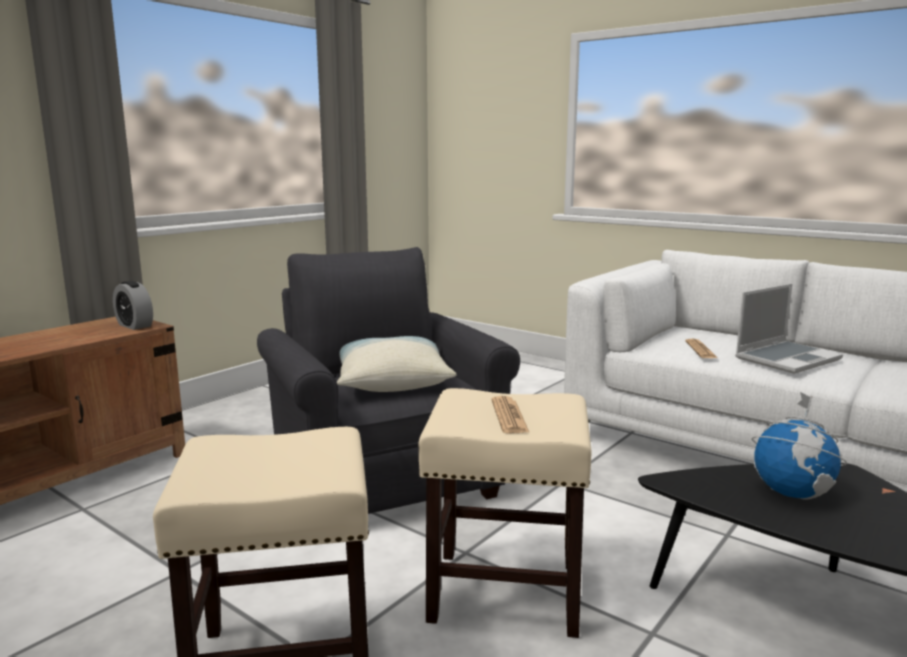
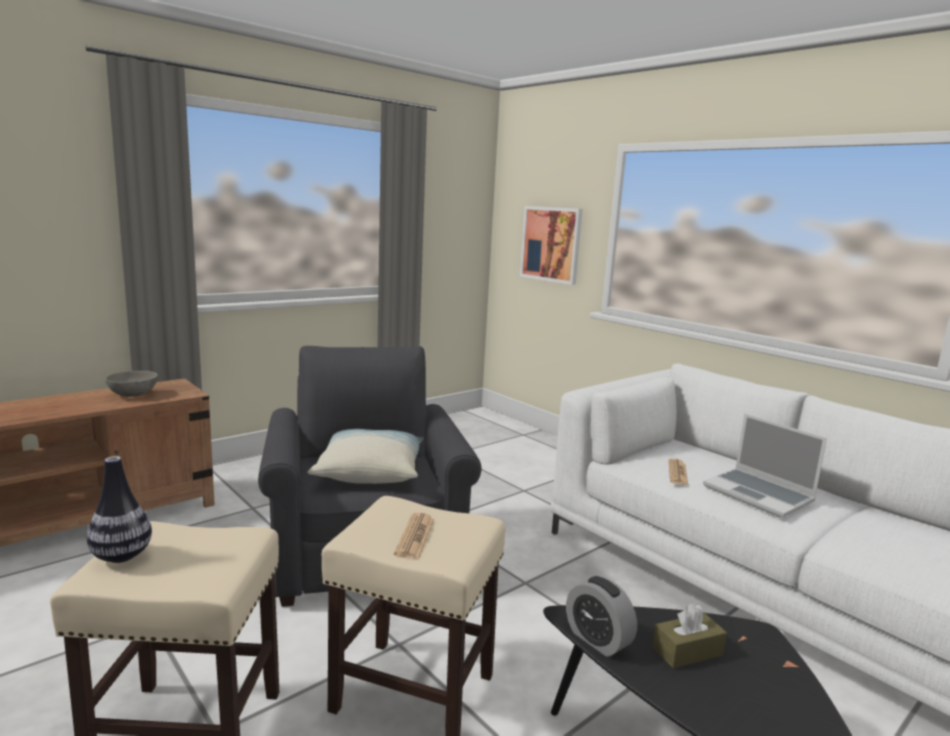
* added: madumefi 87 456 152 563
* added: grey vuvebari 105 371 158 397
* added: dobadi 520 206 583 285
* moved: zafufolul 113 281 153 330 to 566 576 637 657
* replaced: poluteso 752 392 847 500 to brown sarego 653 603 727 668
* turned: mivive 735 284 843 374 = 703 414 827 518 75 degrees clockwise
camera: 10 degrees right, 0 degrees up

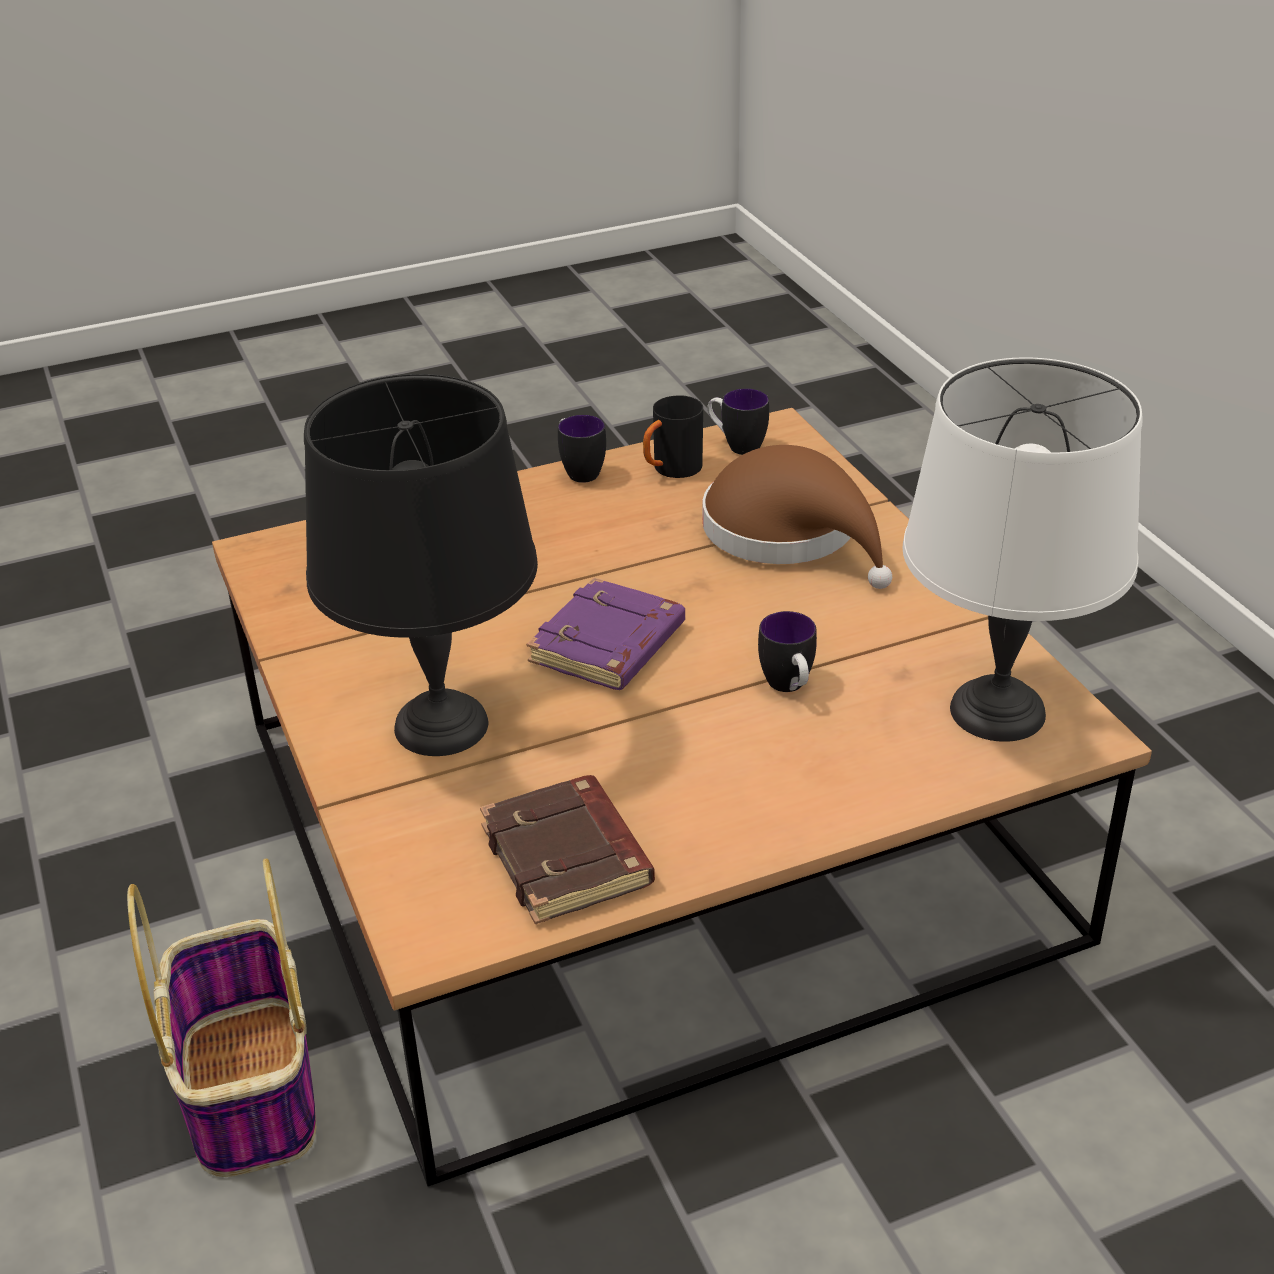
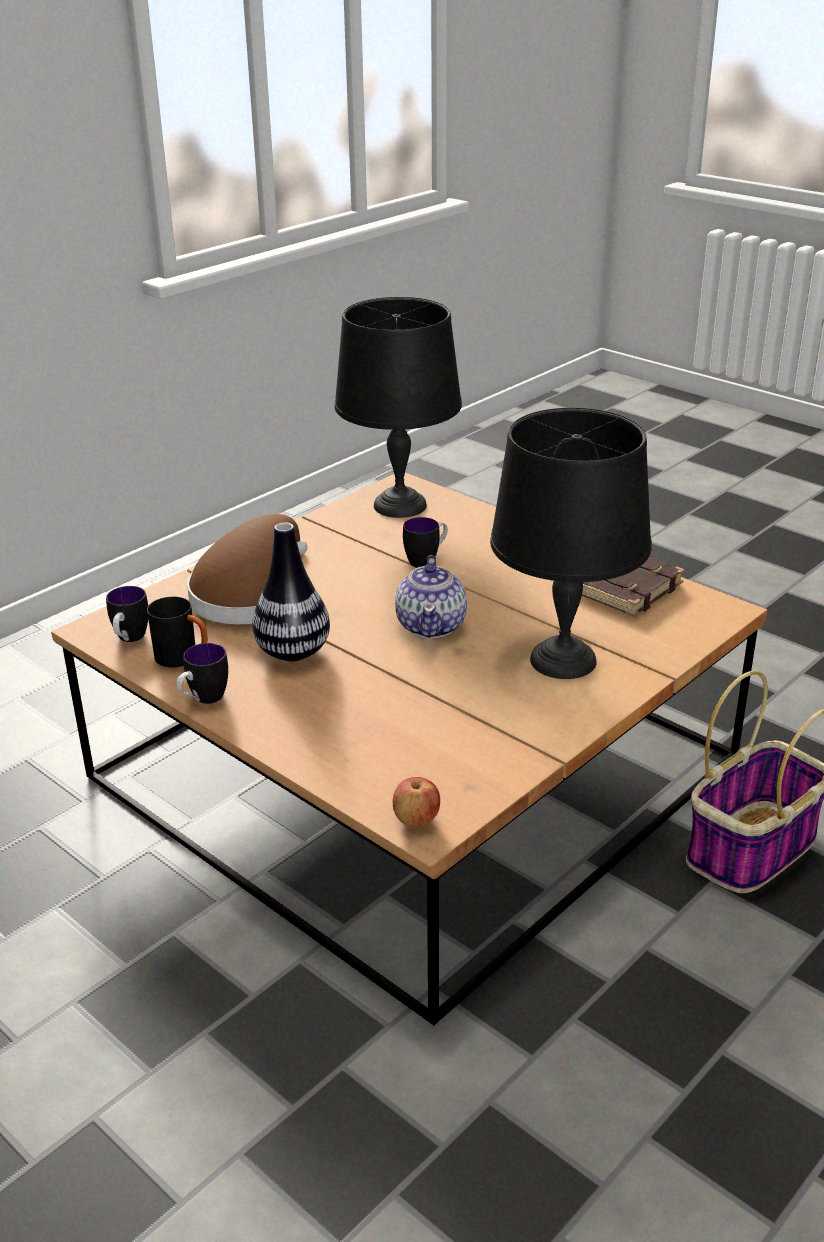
* added: madumefi 252 522 330 661
* recoloured: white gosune 903 357 1142 742 to black gosune 335 297 462 518
* added: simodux 393 777 440 827
* replaced: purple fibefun 527 577 685 690 to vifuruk 395 555 467 638
camera: 115 degrees left, 5 degrees down

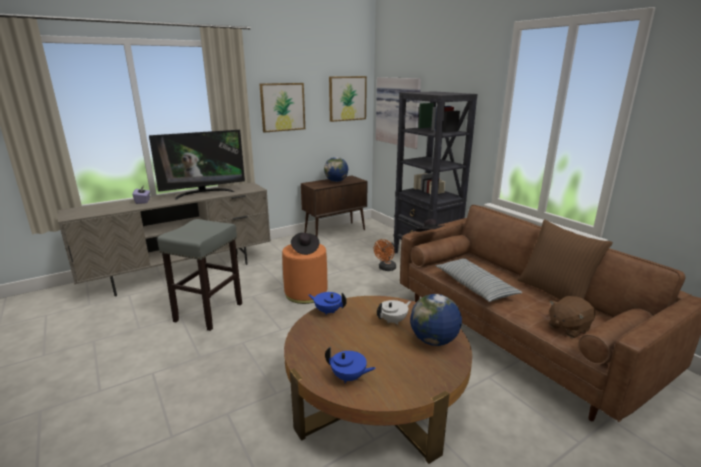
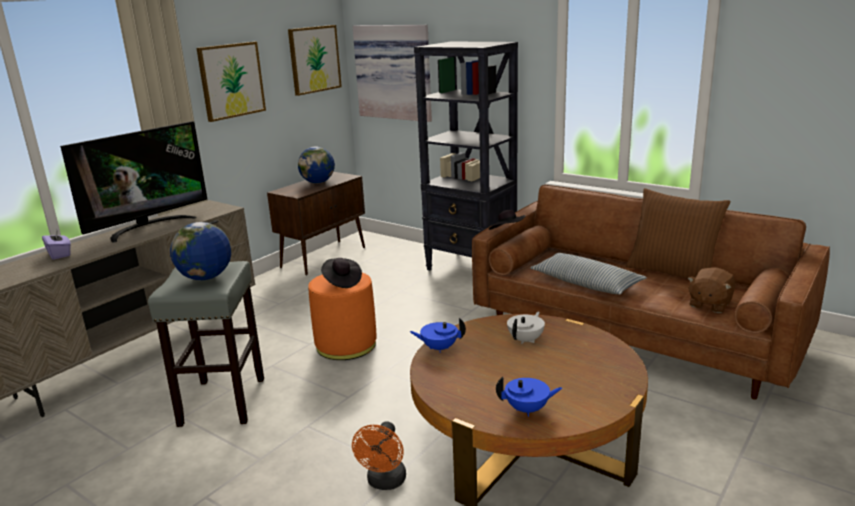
* moved: poluteso 410 294 462 346 to 170 222 231 280
* moved: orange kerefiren 374 239 396 271 to 352 421 406 490
camera: 20 degrees left, 0 degrees up

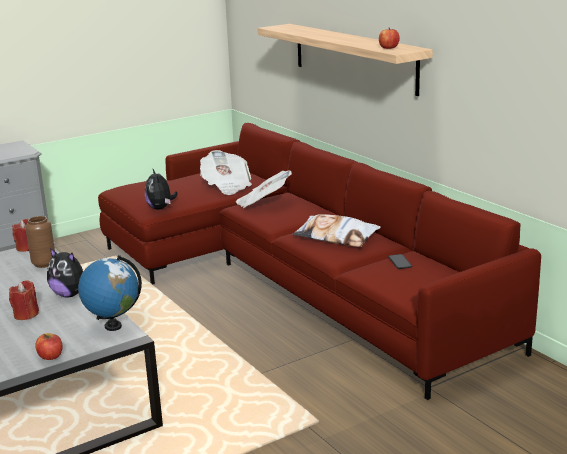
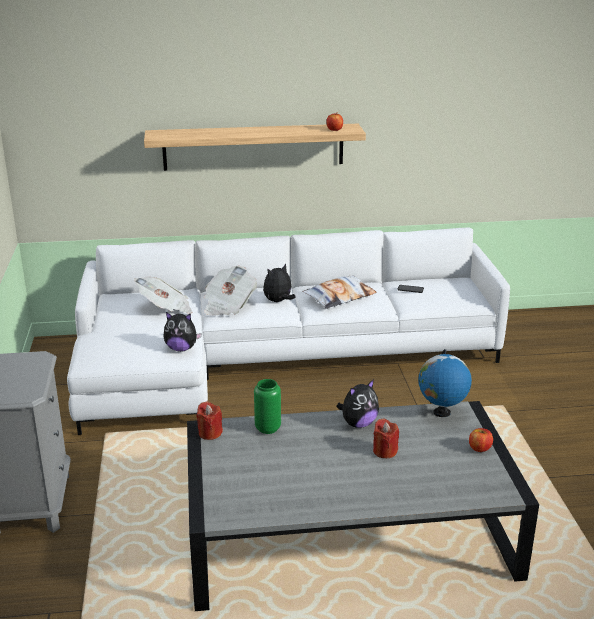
* recoloured: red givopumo 98 123 541 400 to white givopumo 67 228 510 435
* recoloured: brown madumefi 26 216 55 268 to green madumefi 254 379 281 434
* added: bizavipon 263 263 295 302
camera: 65 degrees left, 5 degrees up

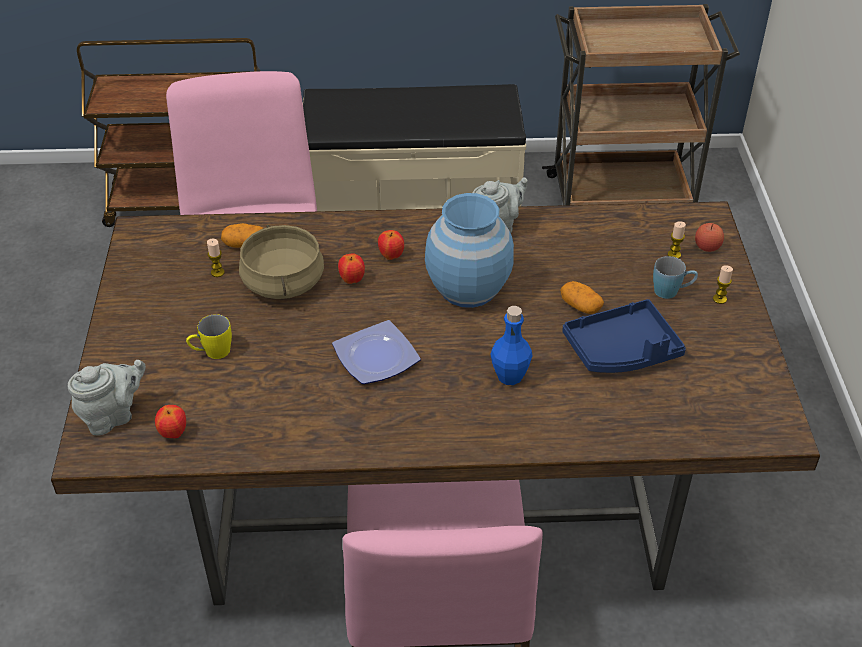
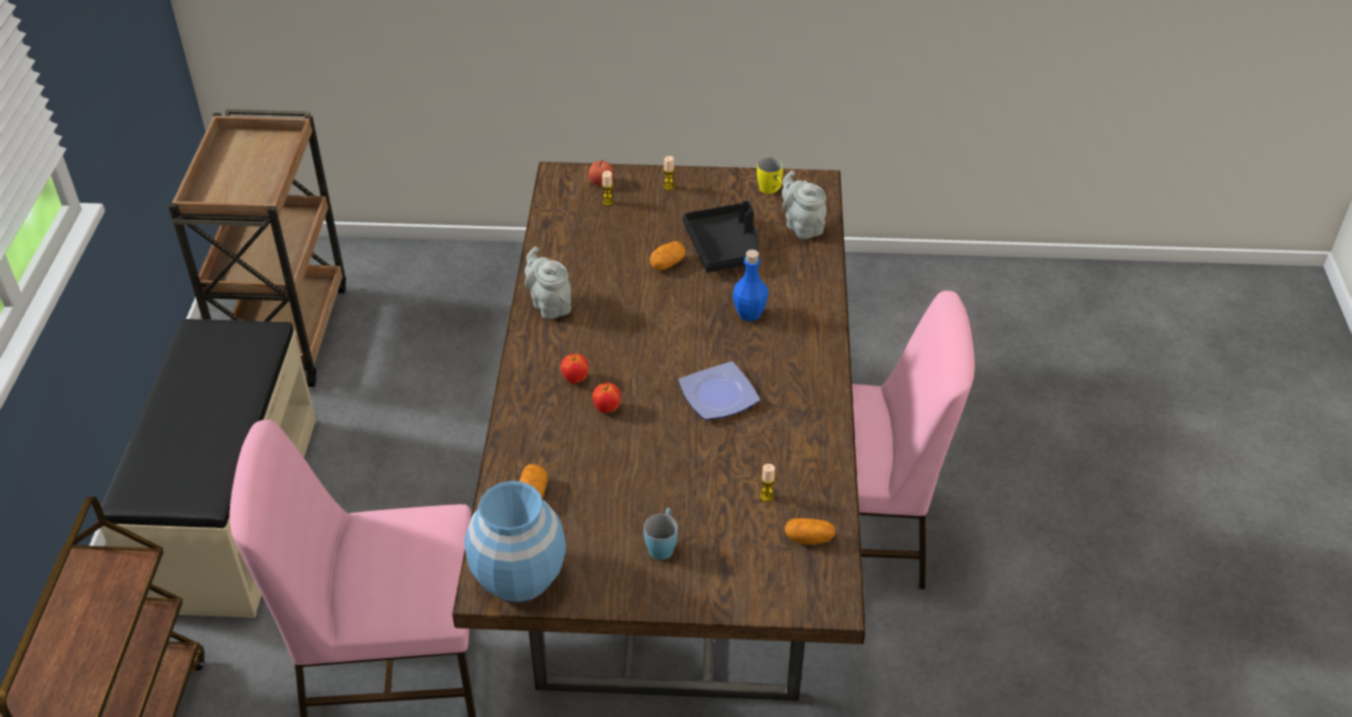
* moved: blue madumefi 425 193 514 308 to 464 481 566 603
* moved: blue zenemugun 653 256 698 299 to 644 508 678 560
* recoloured: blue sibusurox 562 299 686 373 to black sibusurox 683 201 759 273
* moved: yellow zenemugun 186 314 232 359 to 757 157 783 194
* moved: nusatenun 207 239 225 277 to 760 464 776 502
* moved: grey vifuruk 67 360 146 435 to 782 170 827 239
* replaced: simodux 155 405 186 438 to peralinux 785 518 835 545
* removed: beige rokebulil 239 225 324 299
camera: 85 degrees left, 0 degrees up

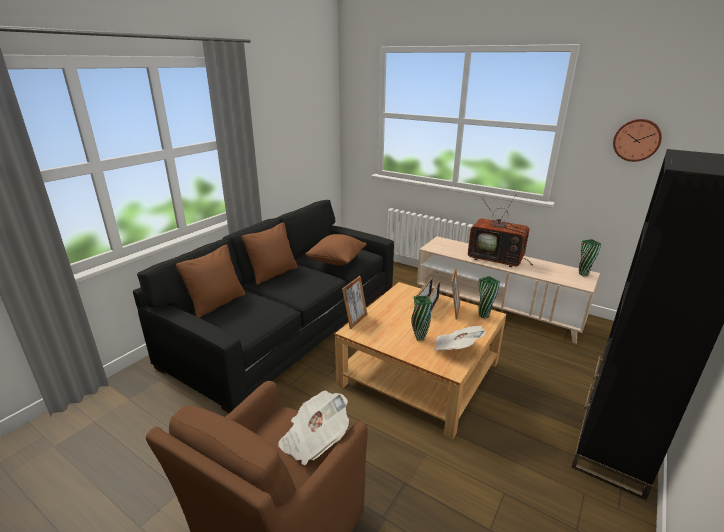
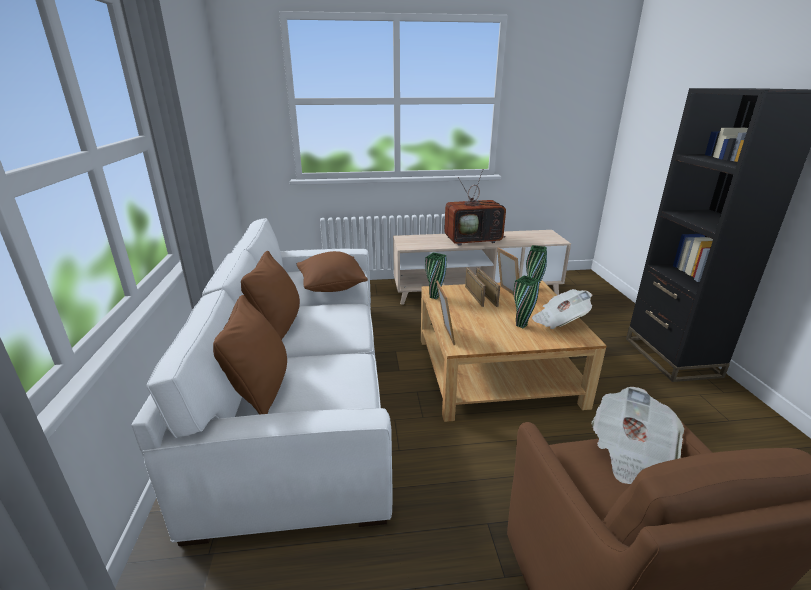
* recoloured: black givopumo 133 200 394 413 to white givopumo 131 218 393 546
* moved: green madumefi 579 239 601 277 to 425 252 447 299
* removed: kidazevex 613 119 662 162
camera: 40 degrees left, 0 degrees up

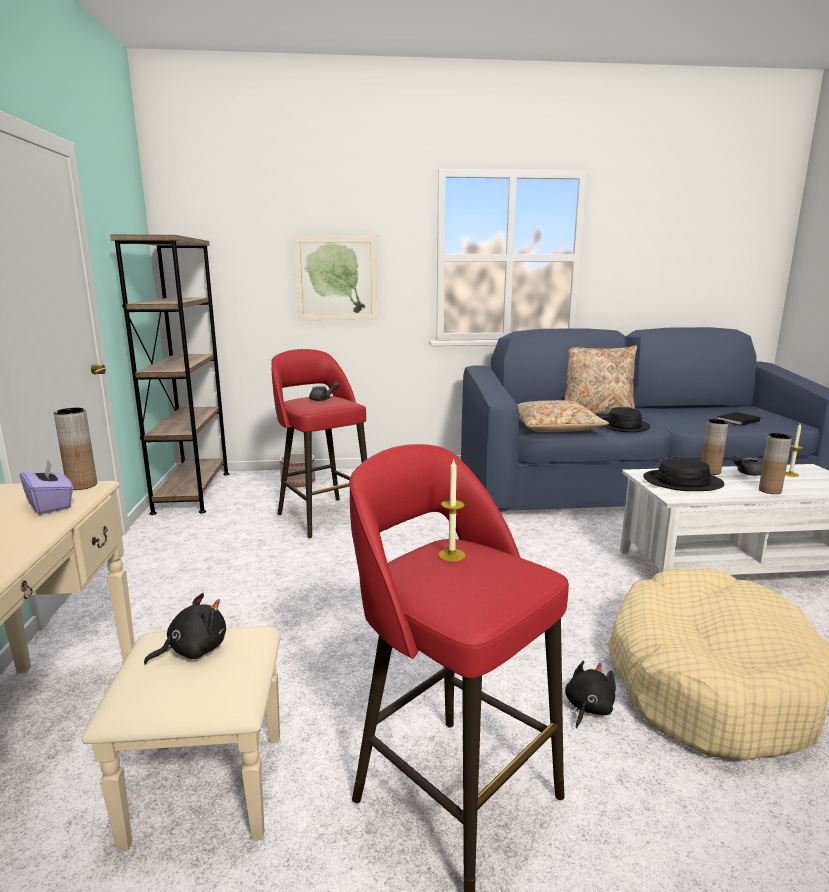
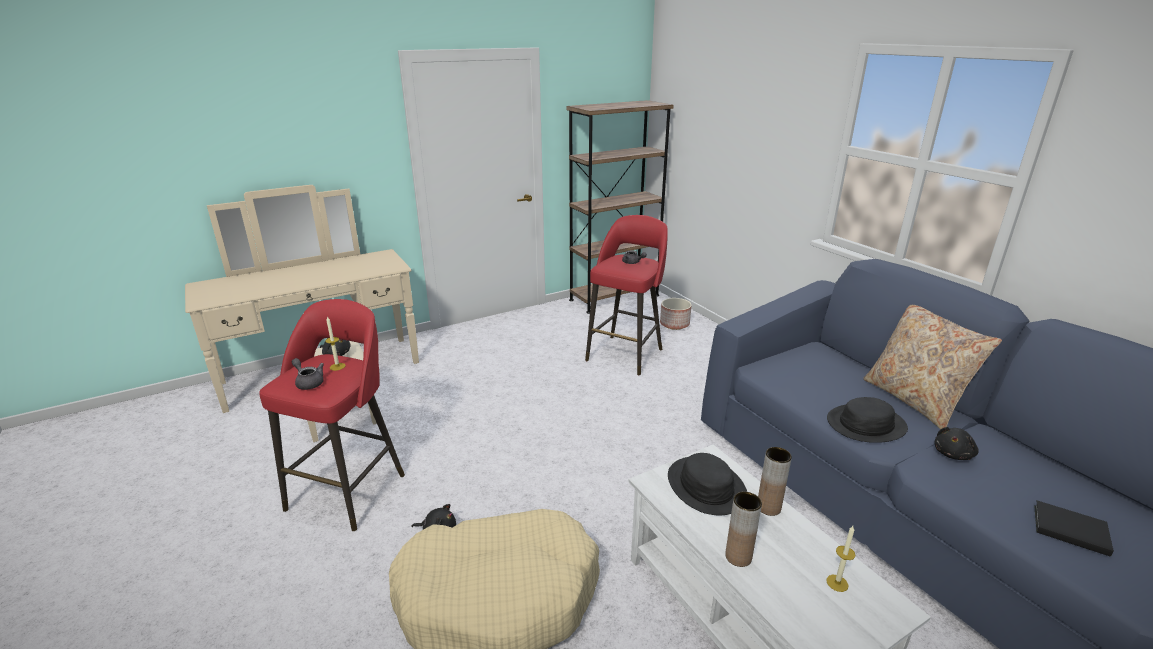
* moved: grey vifuruk 734 456 762 476 to 292 358 324 390
* added: black bizavipon 934 427 979 460
* removed: purple sarego 20 460 73 515
* removed: brown madumefi 54 408 97 490
* removed: dobadi 294 236 378 320
* removed: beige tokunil 517 400 609 432
camera: 65 degrees right, 10 degrees up

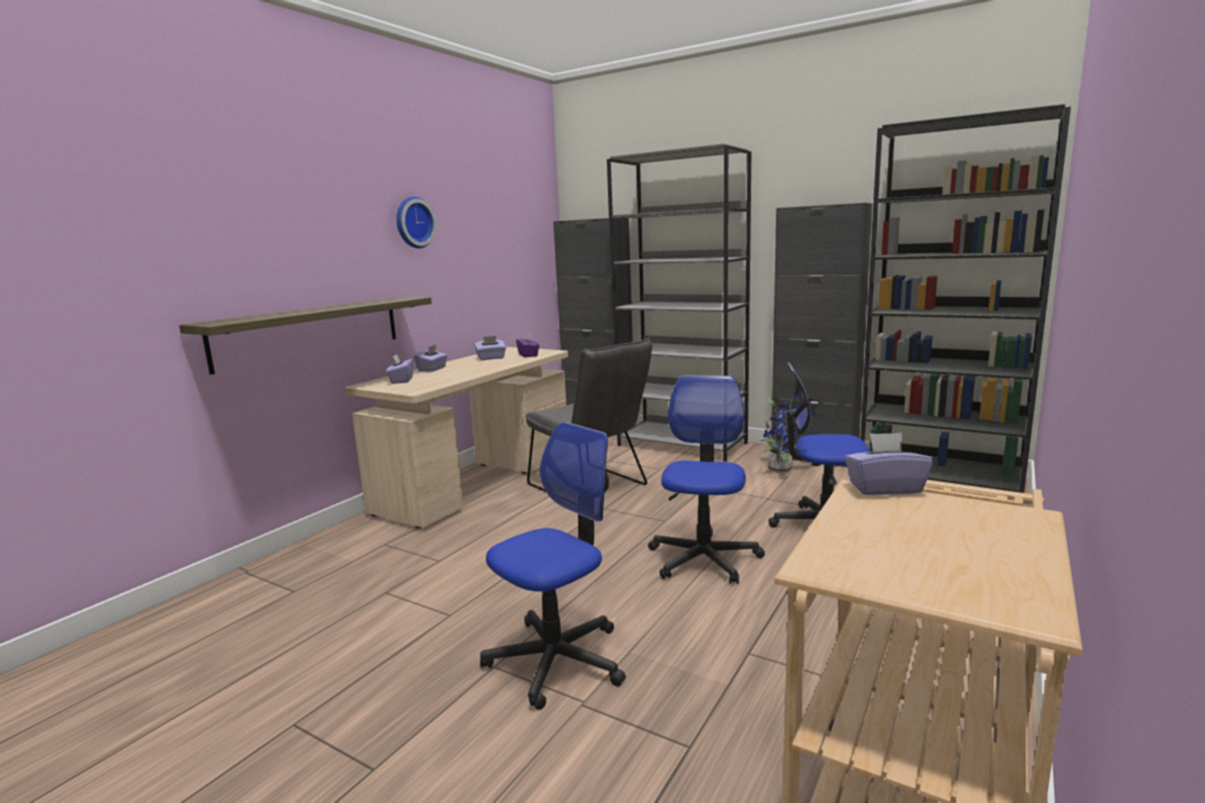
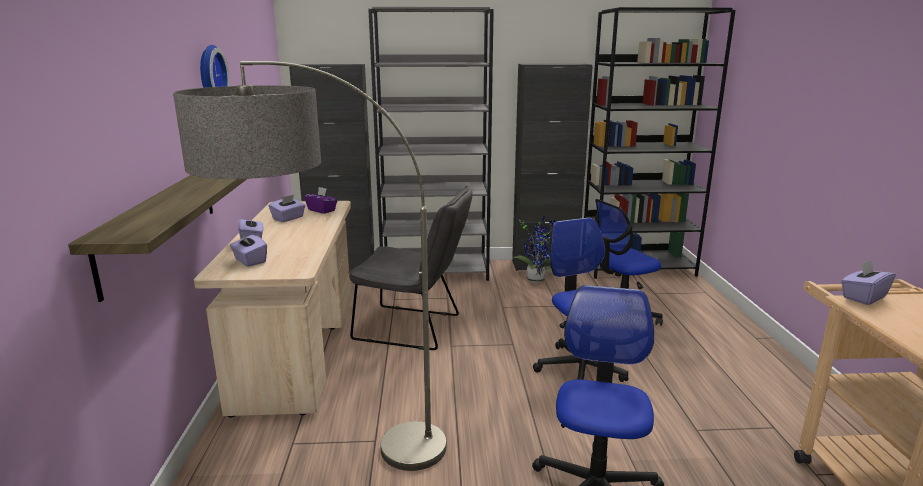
* added: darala 173 61 446 471
camera: 35 degrees left, 5 degrees up

